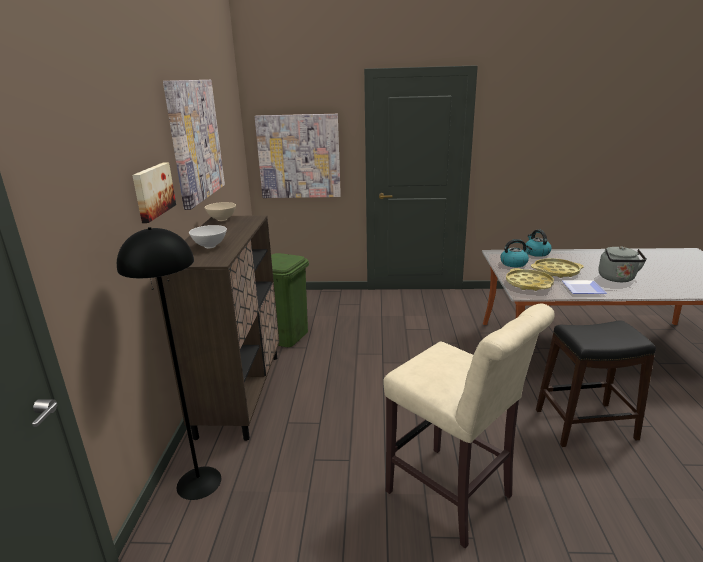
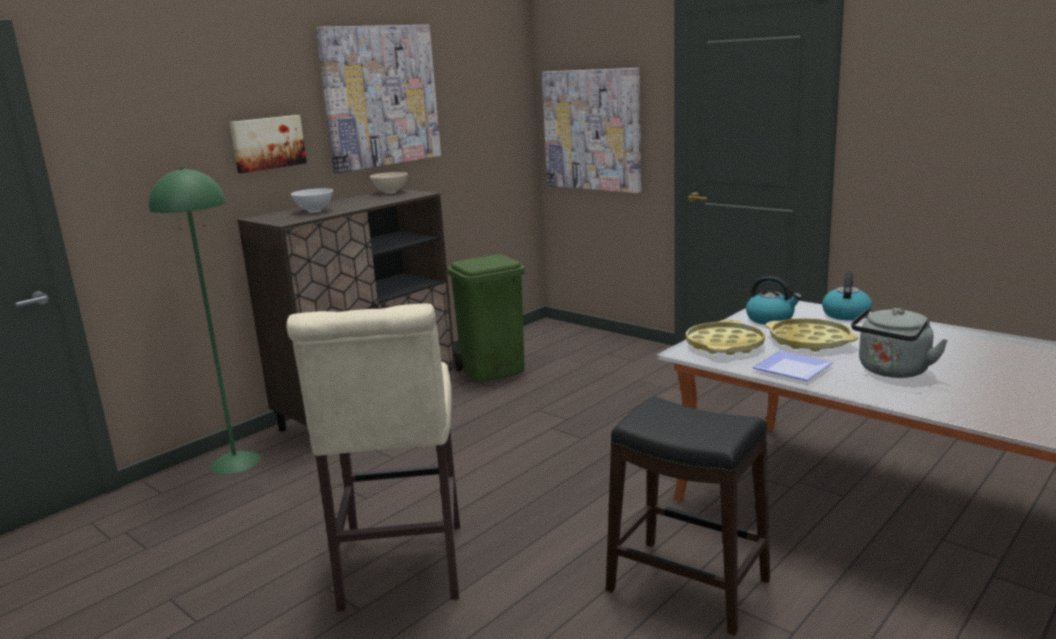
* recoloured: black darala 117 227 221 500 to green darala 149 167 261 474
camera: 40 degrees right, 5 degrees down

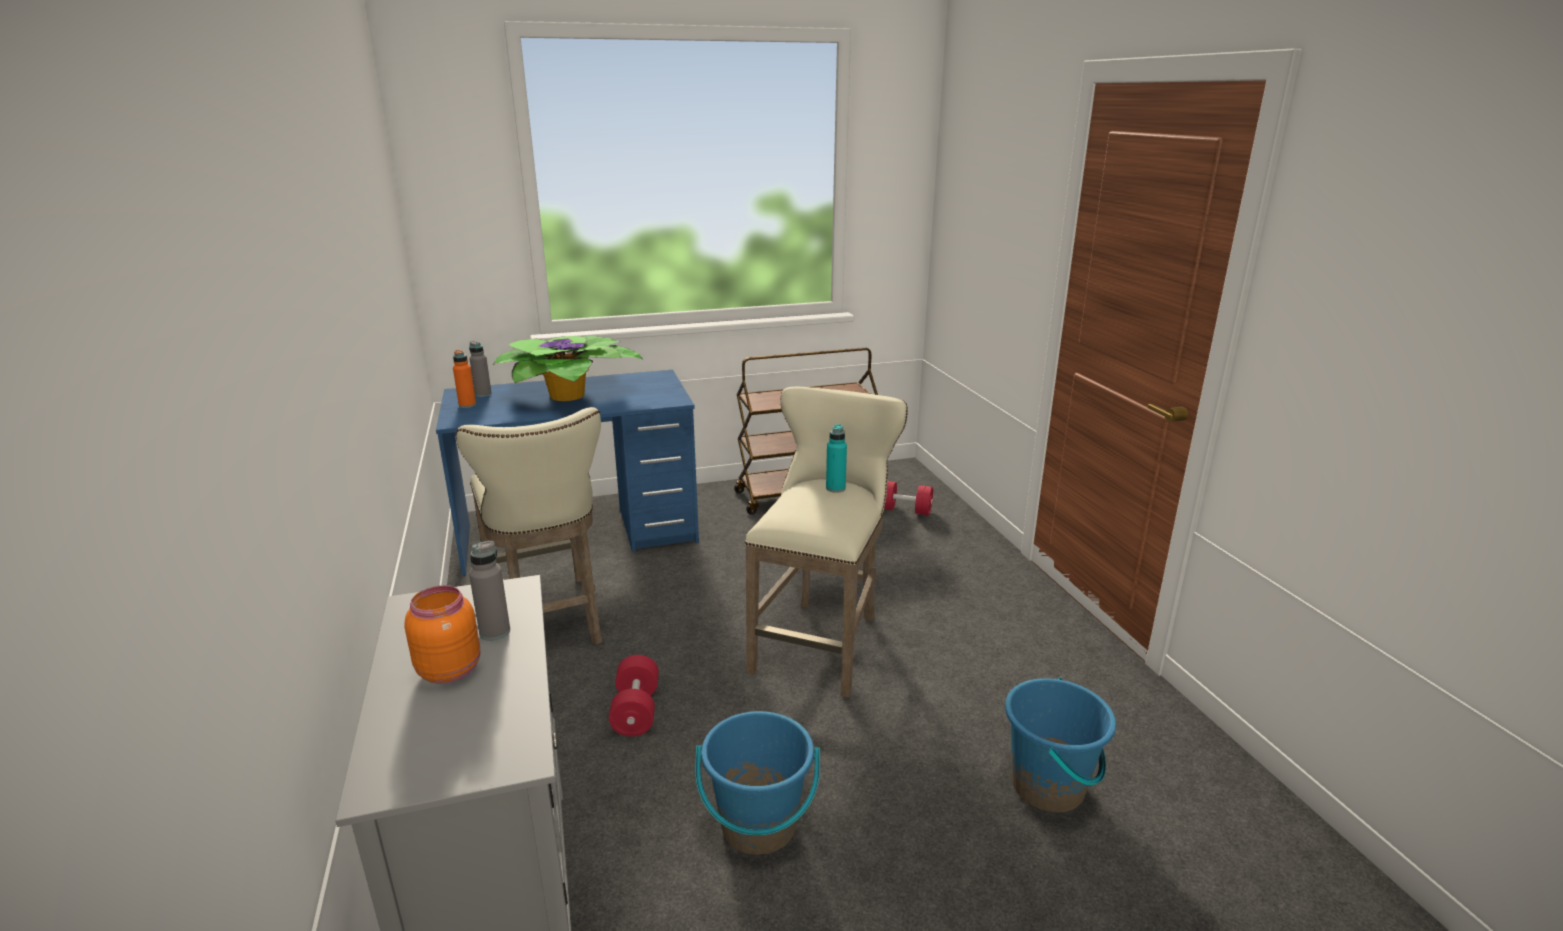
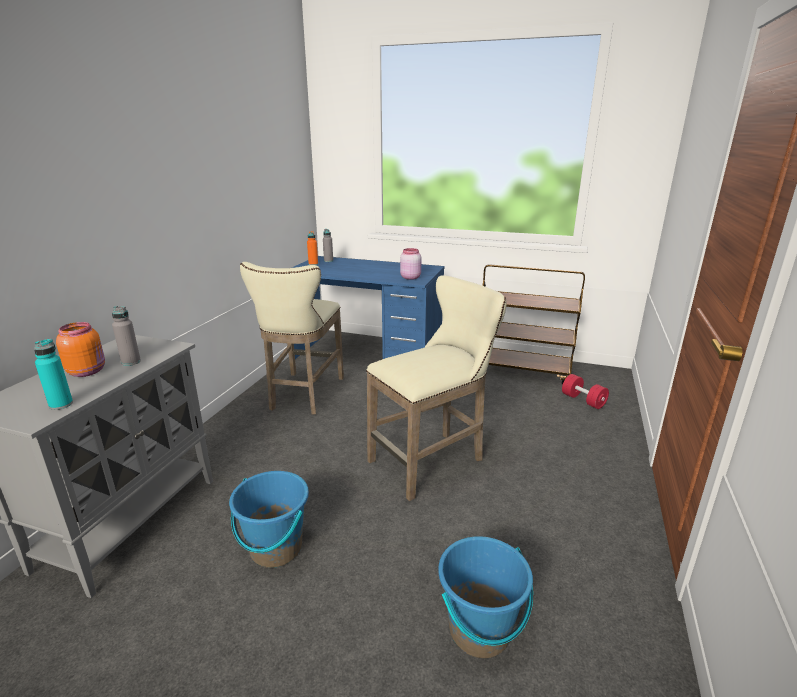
* moved: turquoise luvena 826 424 847 493 to 34 339 73 410
* added: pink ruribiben 400 248 422 280
* removed: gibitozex 493 336 643 401
* removed: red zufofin 609 655 659 736
camera: 35 degrees right, 0 degrees up

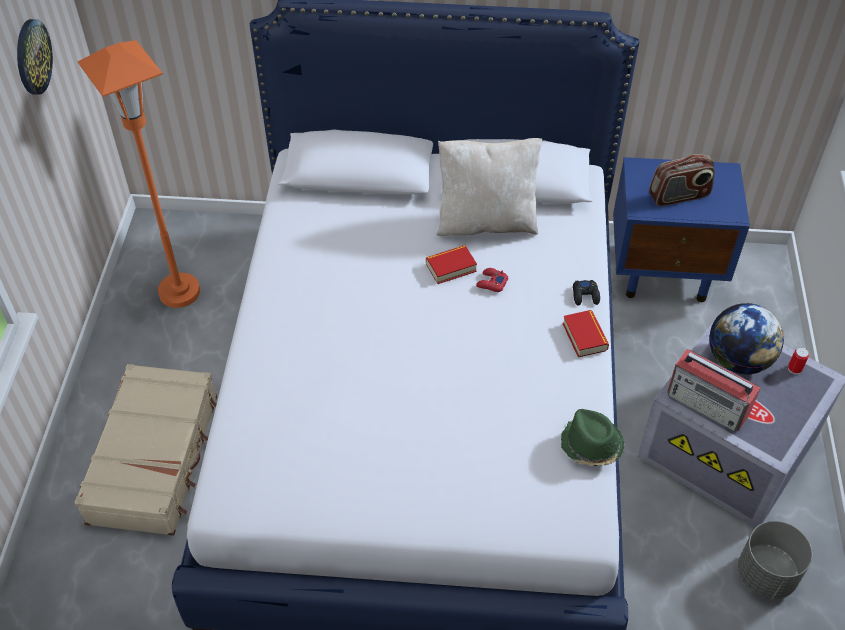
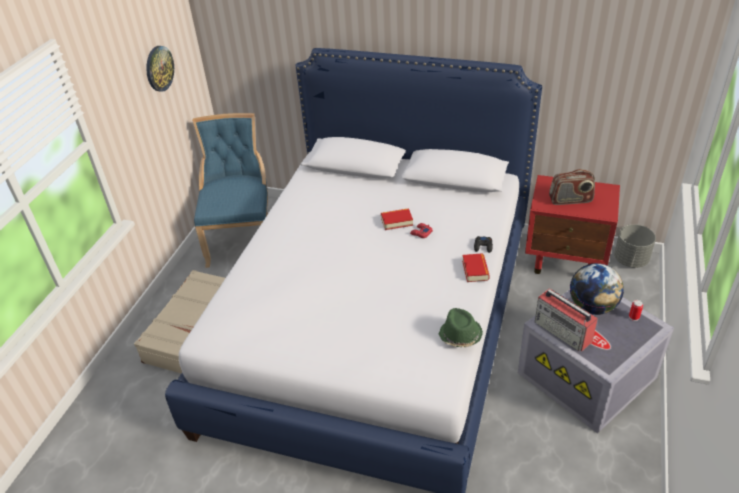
* replaced: orange darala 78 40 200 308 to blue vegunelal 192 113 268 268
* recoloured: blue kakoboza 613 157 750 302 to red kakoboza 525 175 620 274
* moved: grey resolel 738 521 813 599 to 614 224 656 268
* removed: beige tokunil 436 138 542 236
camera: 15 degrees right, 10 degrees down

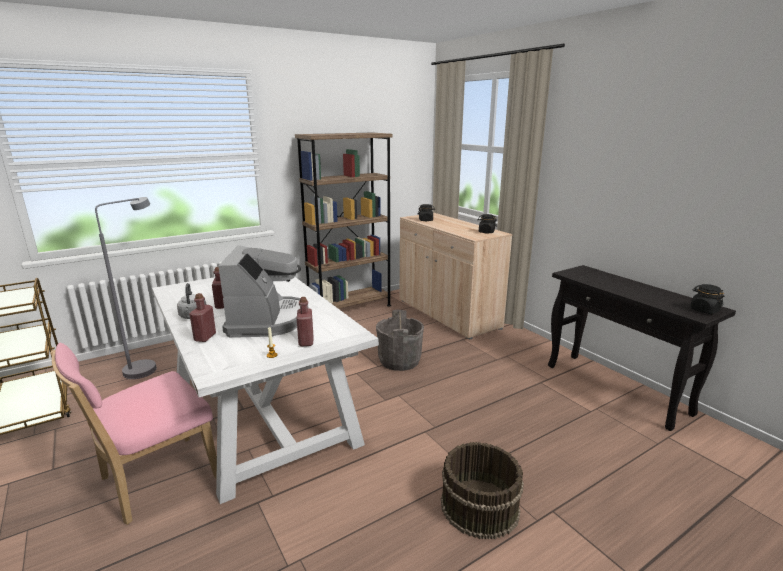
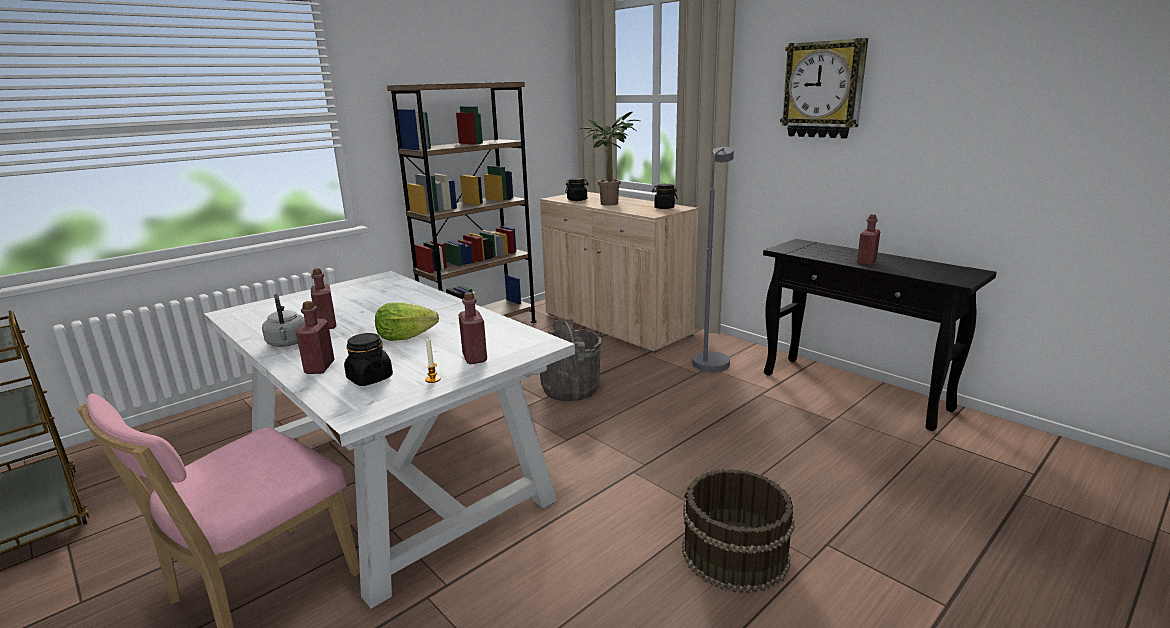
* moved: black ruribiben 690 284 724 314 to 344 333 393 386
* replaced: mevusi 218 245 308 338 to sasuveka 375 302 439 341
* added: gibitozex 581 112 640 206
* moved: grey darala 95 197 157 379 to 692 147 734 372
* added: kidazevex 780 38 868 139
* added: red luvena 857 214 881 266
camera: 10 degrees left, 0 degrees up

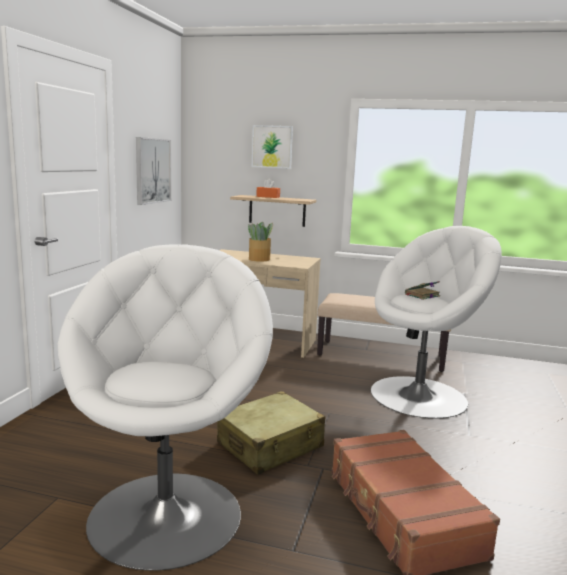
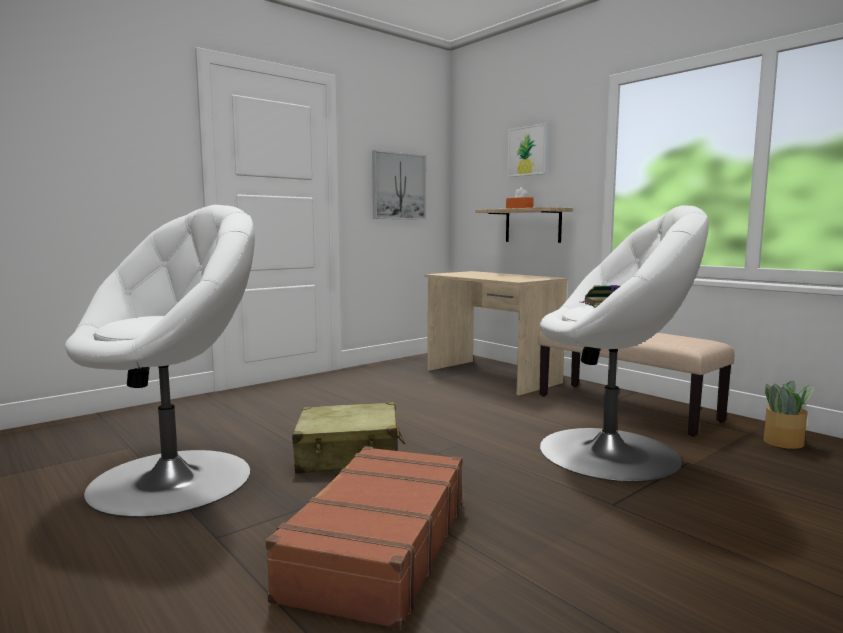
* moved: gibitozex 248 222 273 262 to 764 381 813 449
camera: 35 degrees right, 5 degrees down

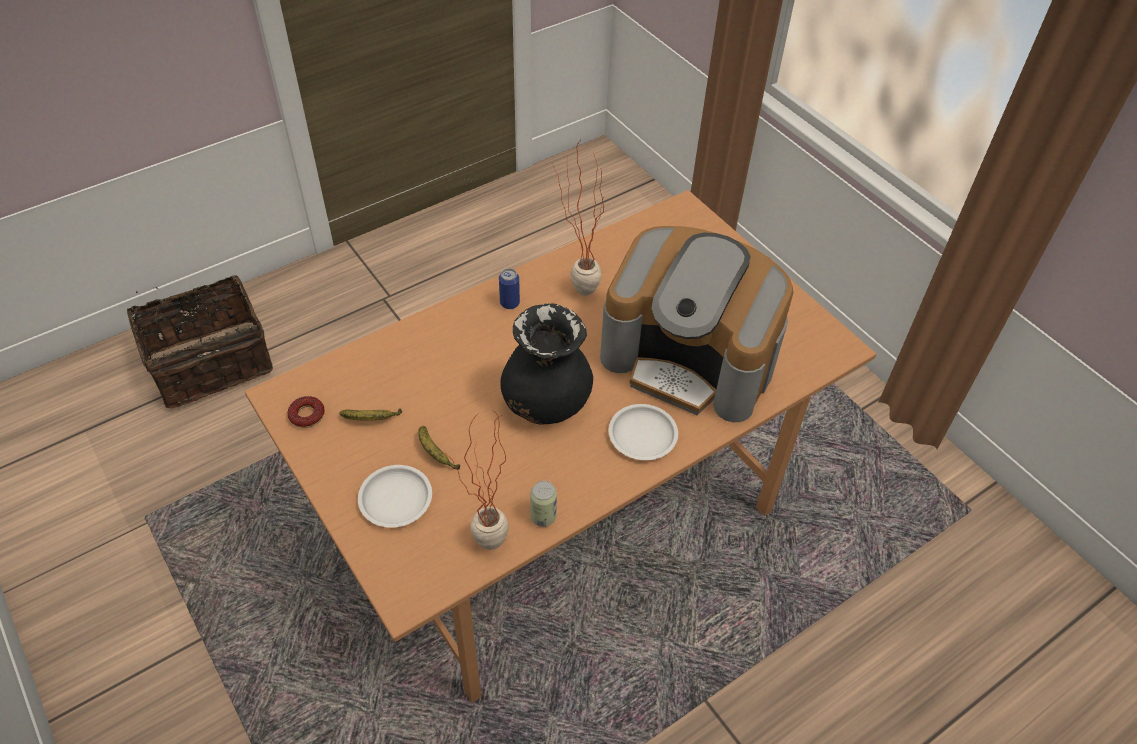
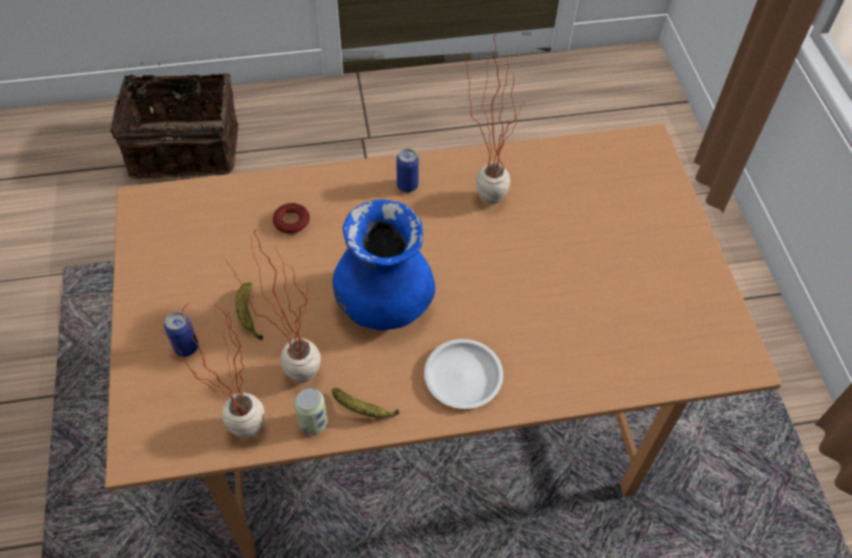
* replaced: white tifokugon 358 465 432 528 to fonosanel 164 312 198 357
* added: gibitozex 223 229 321 382
* moved: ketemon 287 396 325 428 to 273 203 310 235
* moved: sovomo 339 408 402 421 to 332 388 399 418
* recoloured: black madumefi 500 303 593 424 to blue madumefi 333 199 435 330
* removed: mevusi 600 226 794 423
camera: 25 degrees right, 5 degrees up

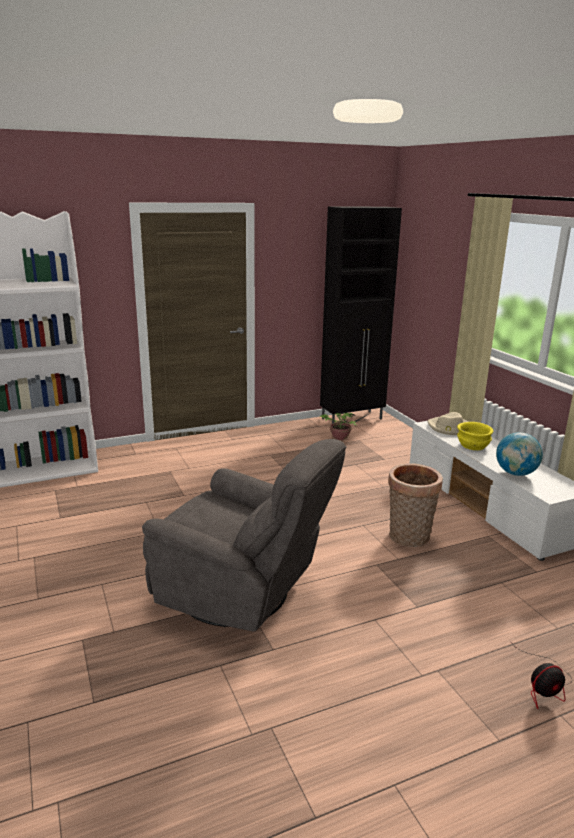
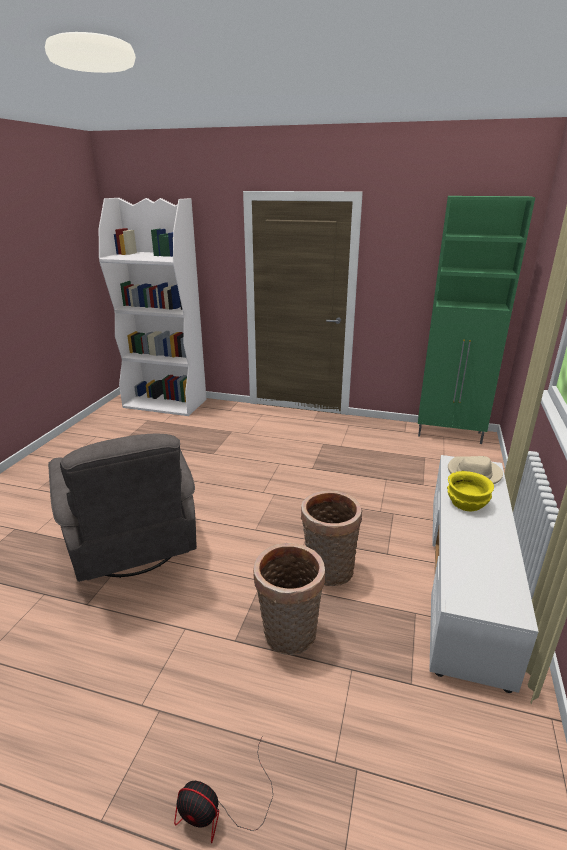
* added: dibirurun 254 543 325 655
* recoloured: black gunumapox 320 207 402 424 to green gunumapox 418 196 535 444
* removed: gibitozex 320 410 372 440
* removed: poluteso 496 432 543 476
camera: 40 degrees right, 5 degrees up

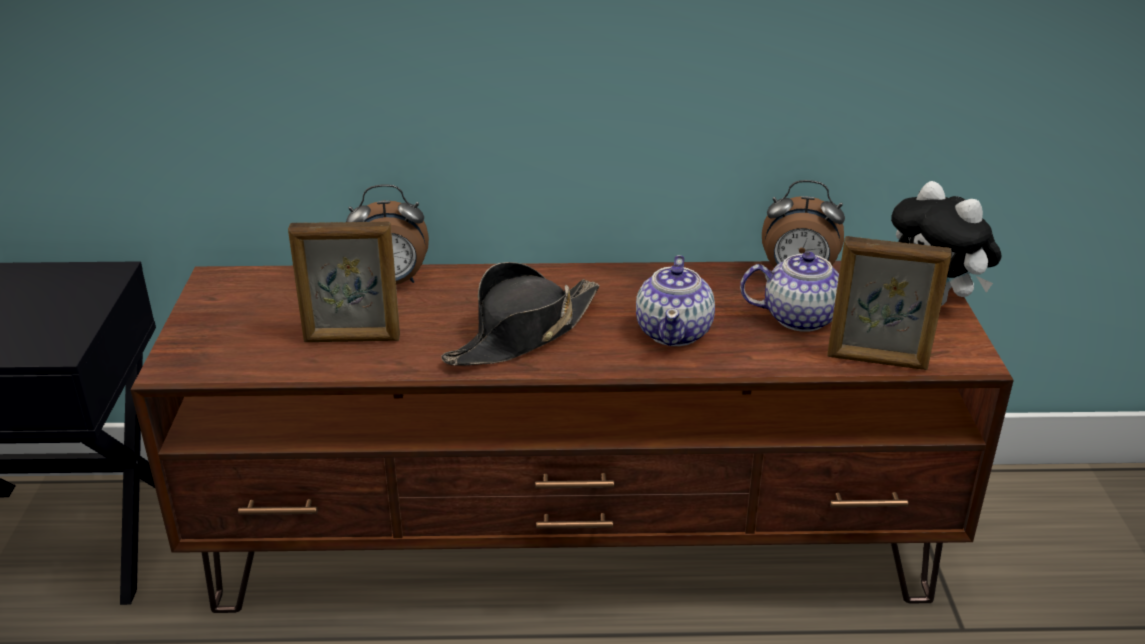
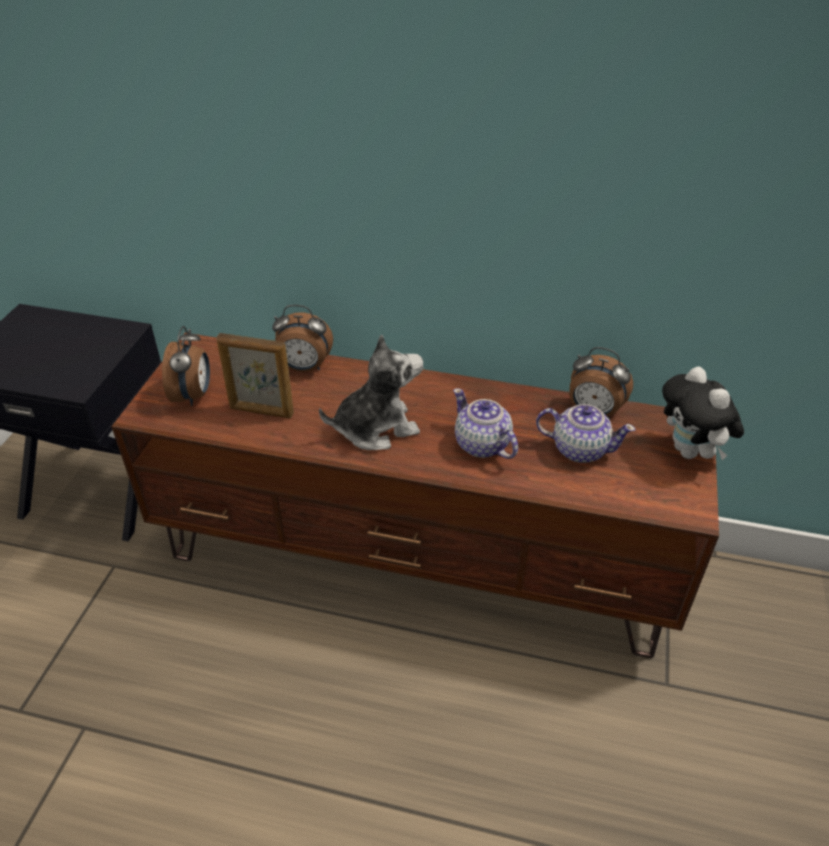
* added: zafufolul 162 326 210 406
* replaced: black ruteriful 441 262 600 366 to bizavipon 319 334 423 450
* turned: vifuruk 636 255 715 346 = 453 388 518 459 120 degrees clockwise
* removed: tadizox 827 236 952 370
camera: 15 degrees right, 10 degrees up

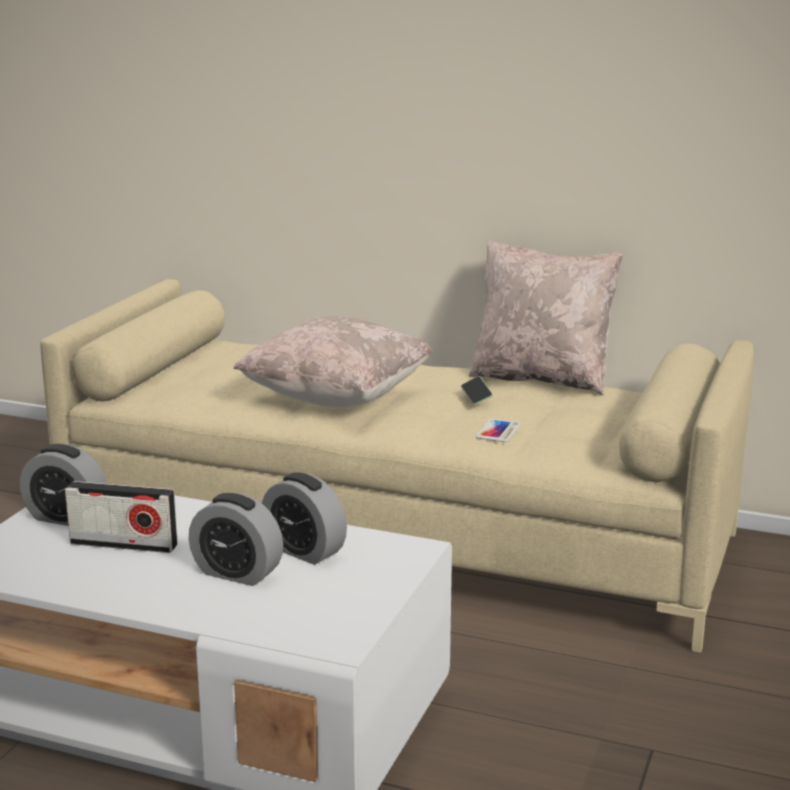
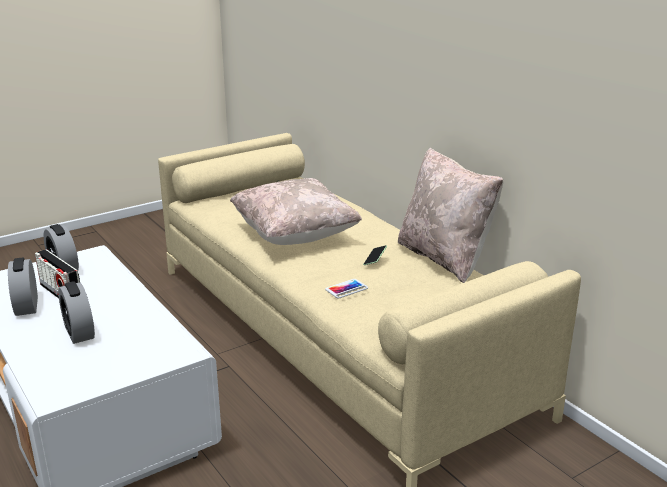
* moved: zafufolul 262 472 347 565 to 8 258 38 316
camera: 35 degrees right, 5 degrees up

